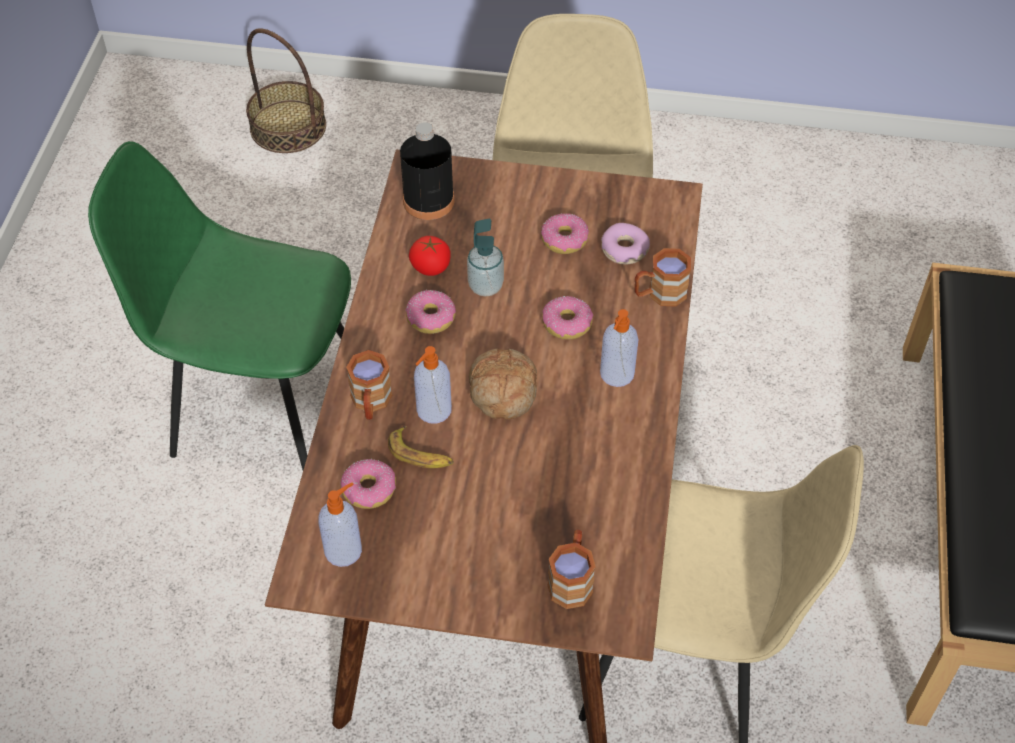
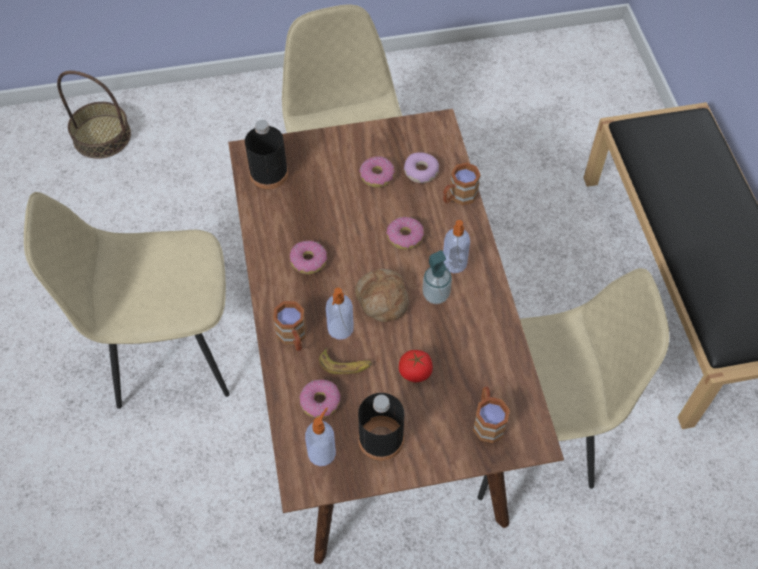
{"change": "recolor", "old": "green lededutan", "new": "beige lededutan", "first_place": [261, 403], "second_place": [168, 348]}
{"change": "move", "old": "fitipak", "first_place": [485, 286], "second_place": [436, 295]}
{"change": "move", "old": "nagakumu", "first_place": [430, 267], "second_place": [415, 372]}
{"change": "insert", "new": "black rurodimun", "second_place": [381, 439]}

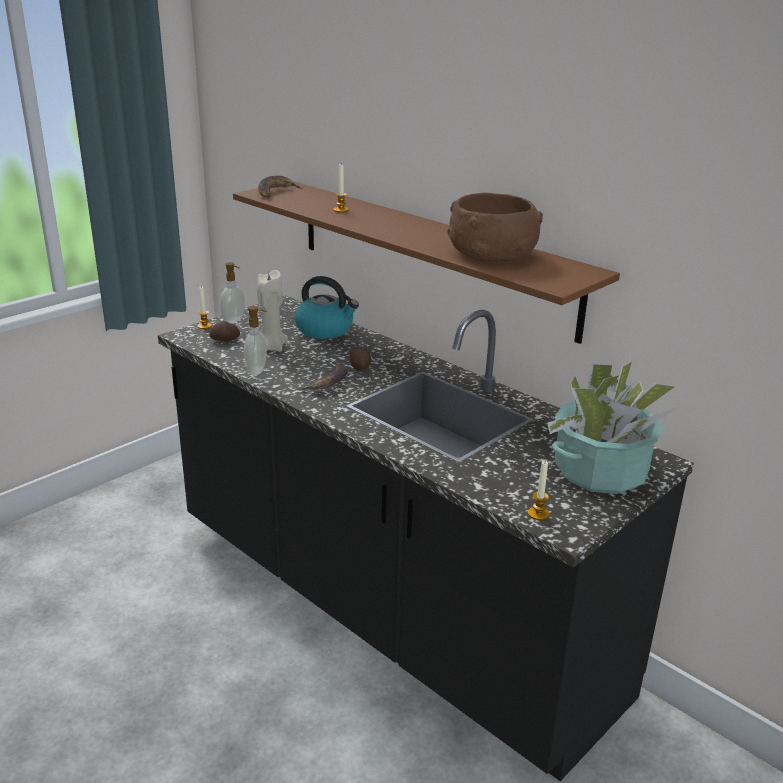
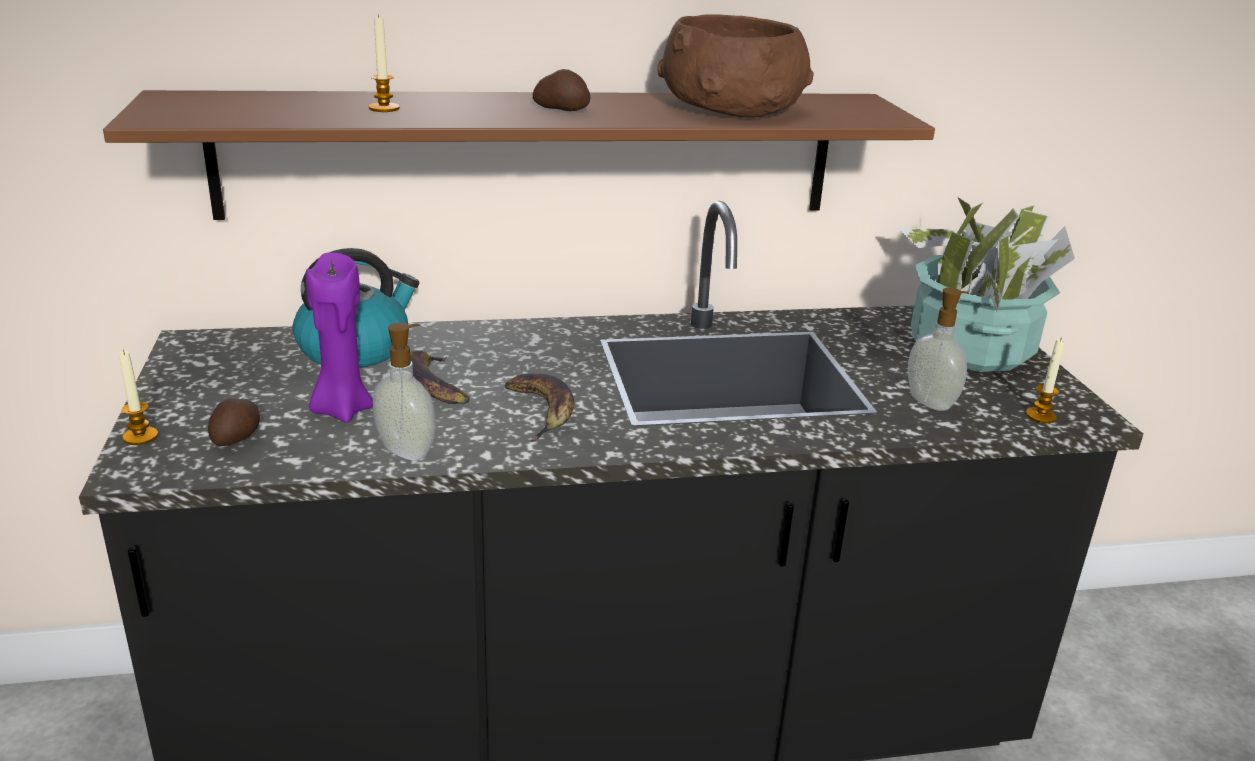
{"change": "move", "old": "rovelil", "first_place": [276, 192], "second_place": [434, 385]}
{"change": "move", "old": "fitipak", "first_place": [234, 320], "second_place": [931, 402]}
{"change": "recolor", "old": "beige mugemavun", "new": "purple mugemavun", "first_place": [271, 347], "second_place": [342, 410]}
{"change": "move", "old": "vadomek", "first_place": [360, 366], "second_place": [562, 109]}

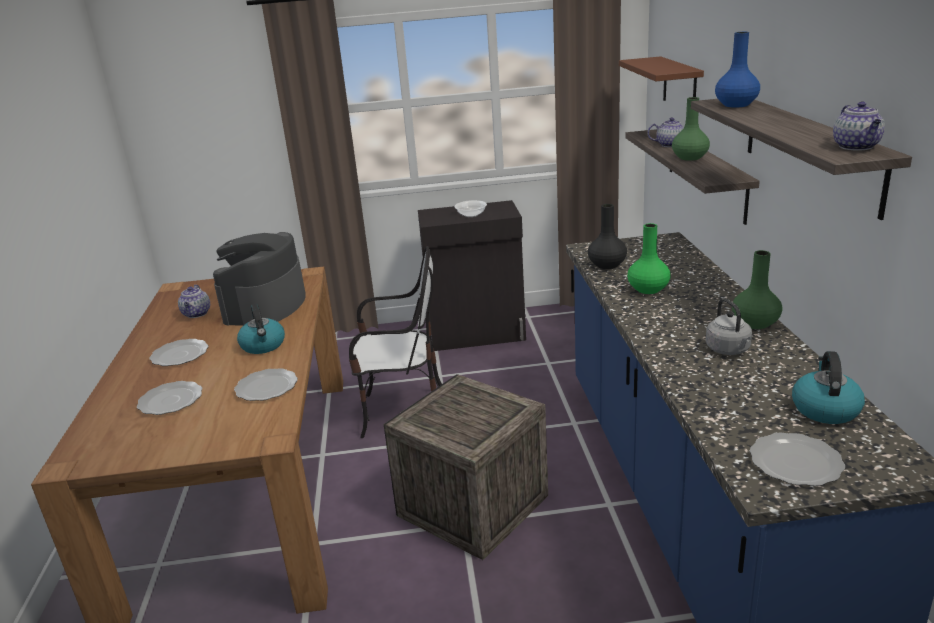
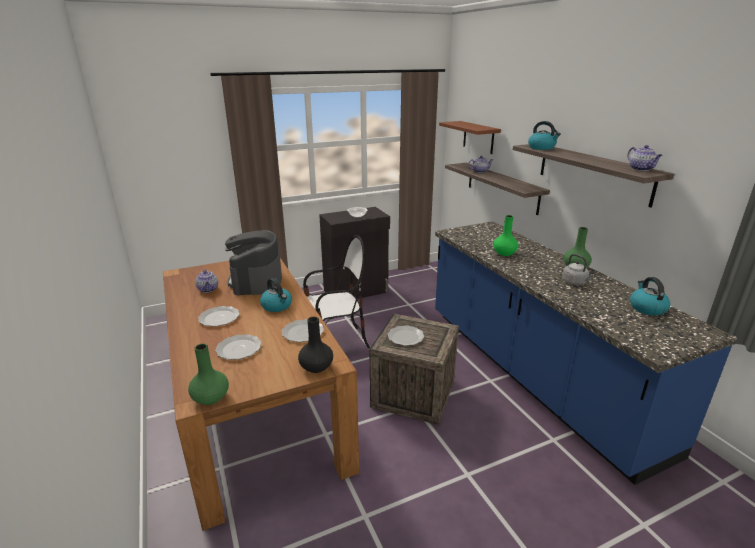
{"change": "replace", "old": "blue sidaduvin", "new": "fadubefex", "first_place": [736, 105], "second_place": [542, 148]}
{"change": "move", "old": "green sidaduvin", "first_place": [689, 158], "second_place": [210, 397]}
{"change": "move", "old": "black sidaduvin", "first_place": [606, 265], "second_place": [316, 367]}
{"change": "move", "old": "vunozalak", "first_place": [794, 463], "second_place": [405, 337]}

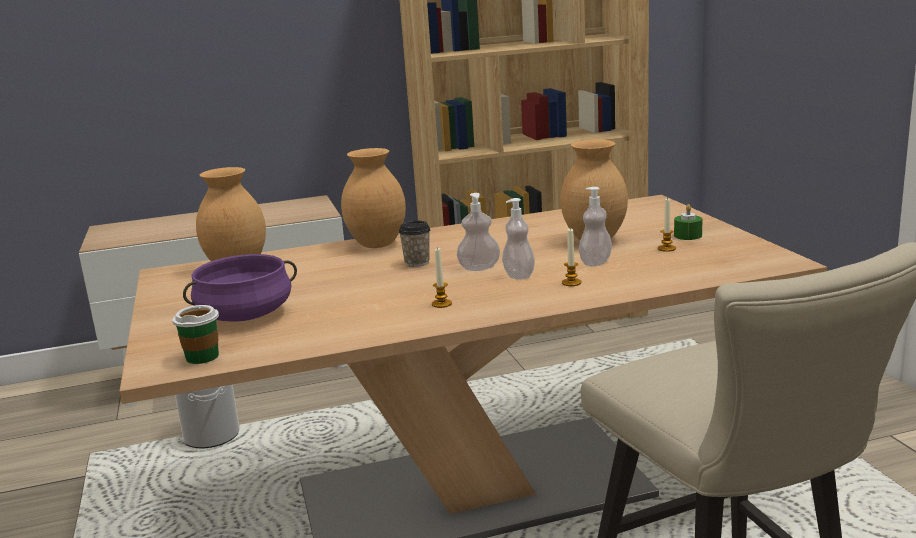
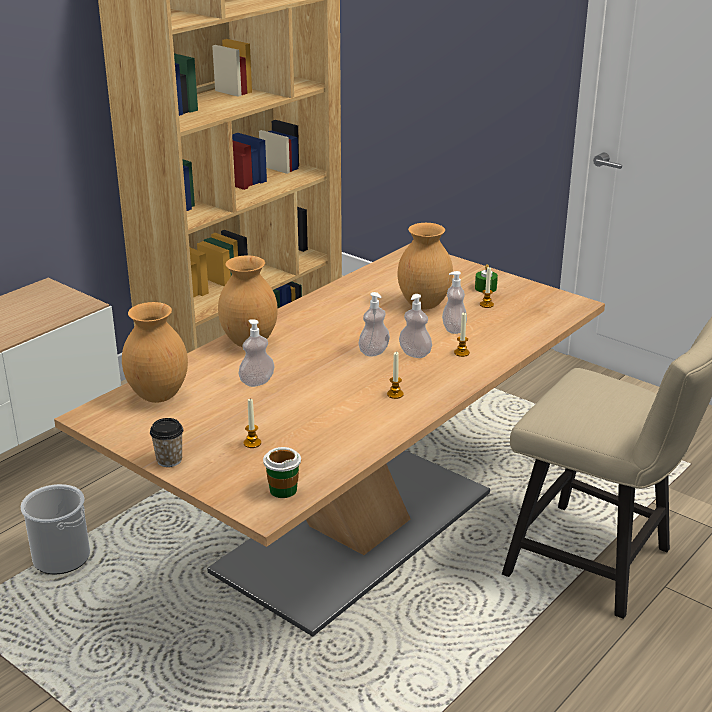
{"change": "move", "old": "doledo", "first_place": [417, 262], "second_place": [169, 460]}
{"change": "replace", "old": "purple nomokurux", "new": "mugemavun", "first_place": [245, 315], "second_place": [252, 443]}
{"change": "insert", "new": "fitipak", "second_place": [257, 382]}

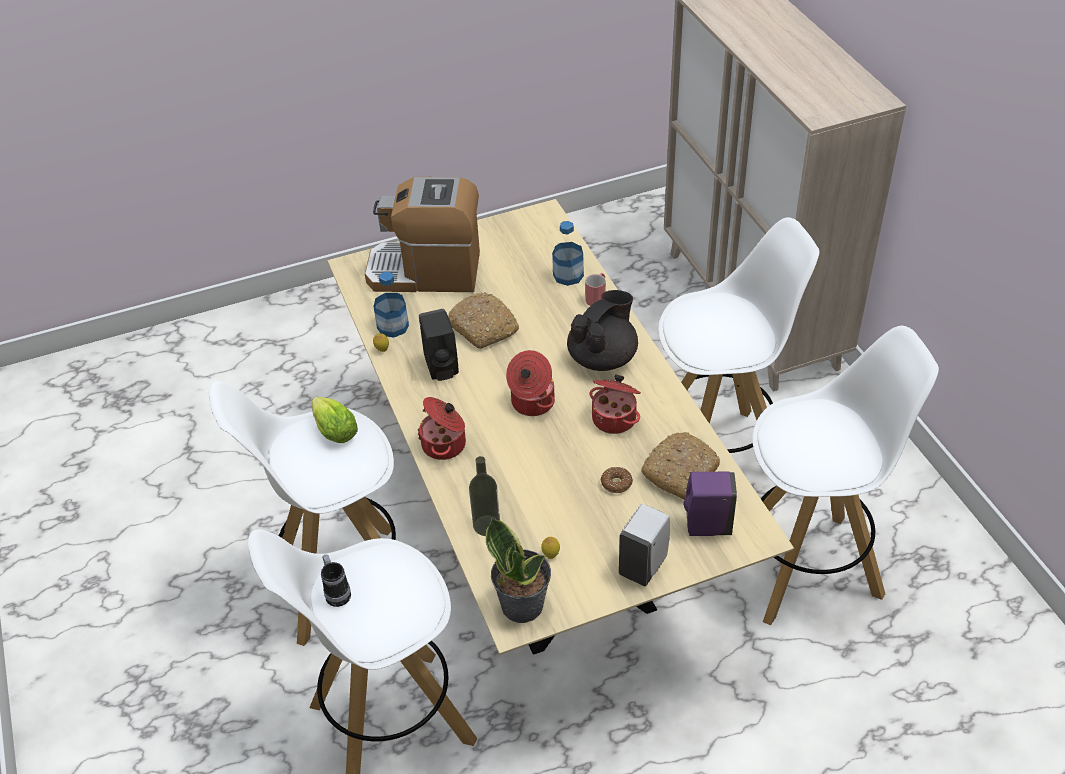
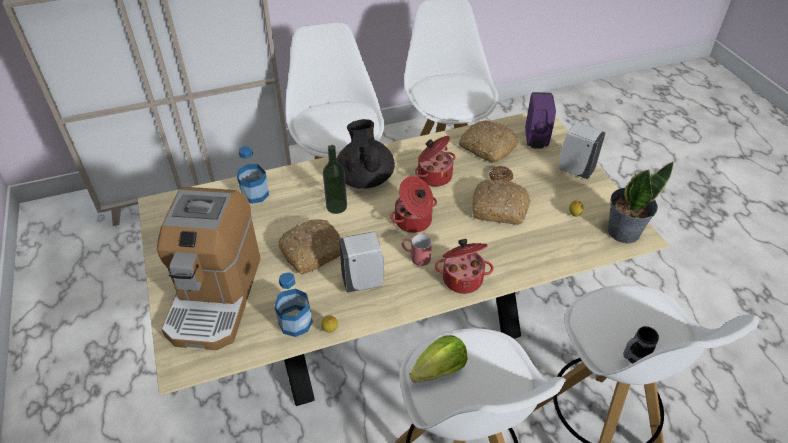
{"change": "move", "old": "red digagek", "first_place": [597, 296], "second_place": [415, 257]}
{"change": "rotate", "old": "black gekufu", "first_place": [603, 357], "second_place": [365, 178], "degrees": 45}
{"change": "recolor", "old": "black fitipak", "new": "white fitipak", "first_place": [441, 368], "second_place": [364, 282]}
{"change": "move", "old": "rurodimun", "first_place": [486, 525], "second_place": [336, 206]}
{"change": "insert", "new": "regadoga", "second_place": [500, 208]}

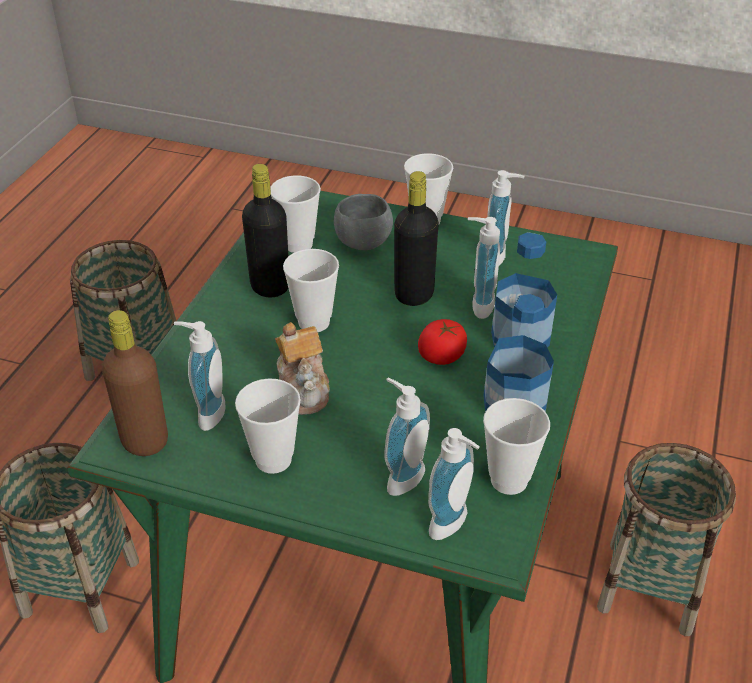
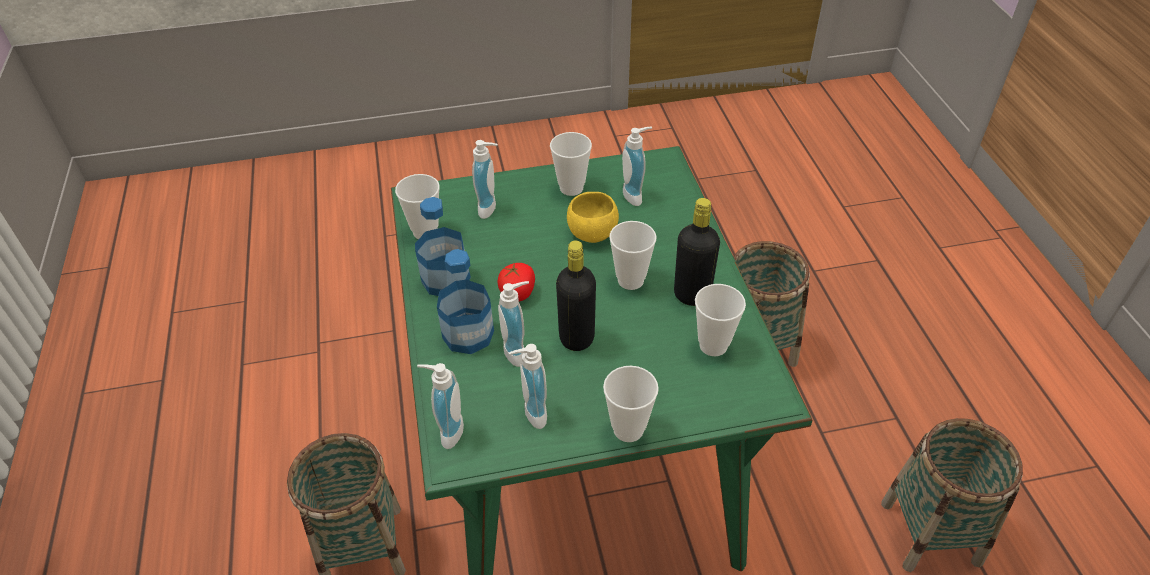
{"change": "delete", "old": "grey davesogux", "first_place": [363, 242]}
{"change": "delete", "old": "brown rurodimun", "first_place": [145, 441]}
{"change": "replace", "old": "gekufu", "new": "yellow davesogux", "first_place": [304, 388], "second_place": [592, 233]}
{"change": "move", "old": "fitipak", "first_place": [453, 526], "second_place": [447, 431]}

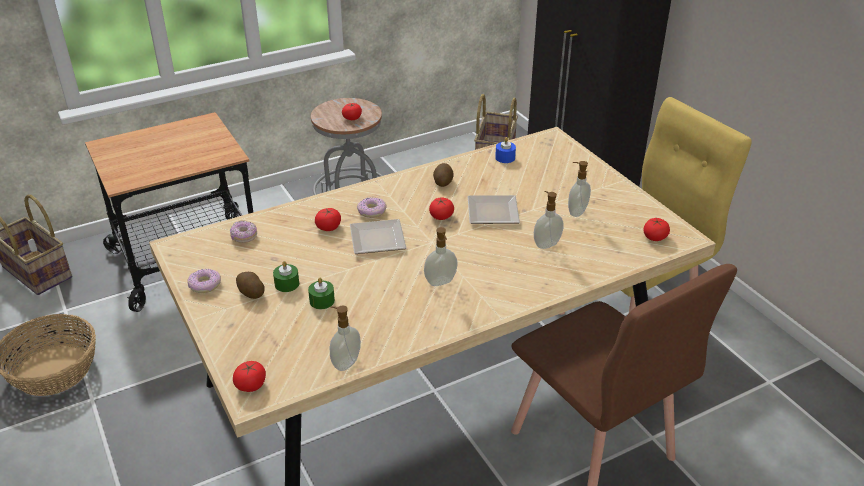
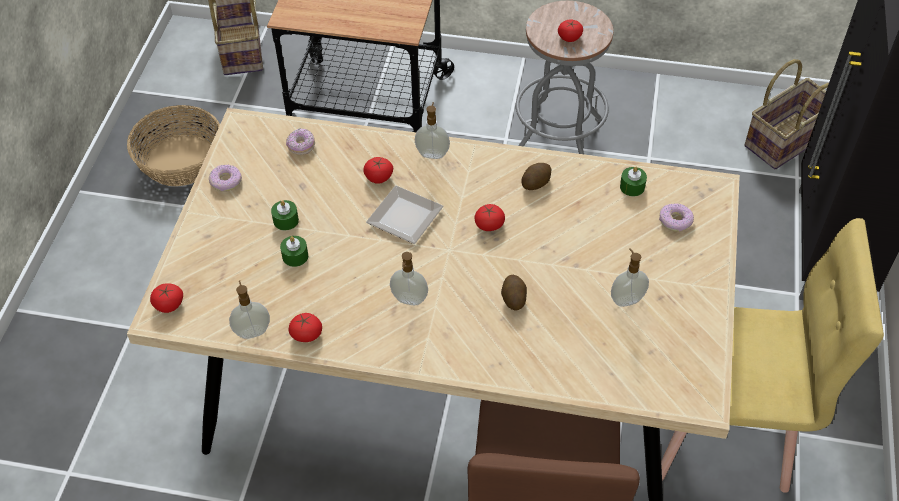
{"change": "recolor", "old": "blue mugemavun", "new": "green mugemavun", "first_place": [505, 158], "second_place": [632, 187]}
{"change": "move", "old": "fitipak", "first_place": [546, 244], "second_place": [432, 154]}
{"change": "delete", "old": "vunozalak", "first_place": [491, 212]}
{"change": "move", "old": "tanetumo", "first_place": [372, 211], "second_place": [675, 221]}
{"change": "move", "old": "nagakumu", "first_place": [654, 237], "second_place": [306, 334]}
{"change": "move", "old": "vadomek", "first_place": [251, 293], "second_place": [513, 298]}

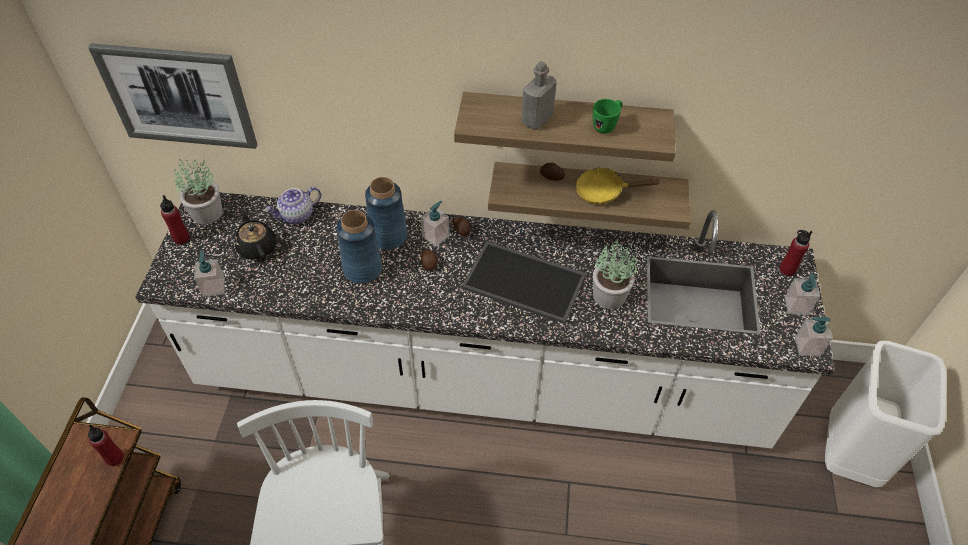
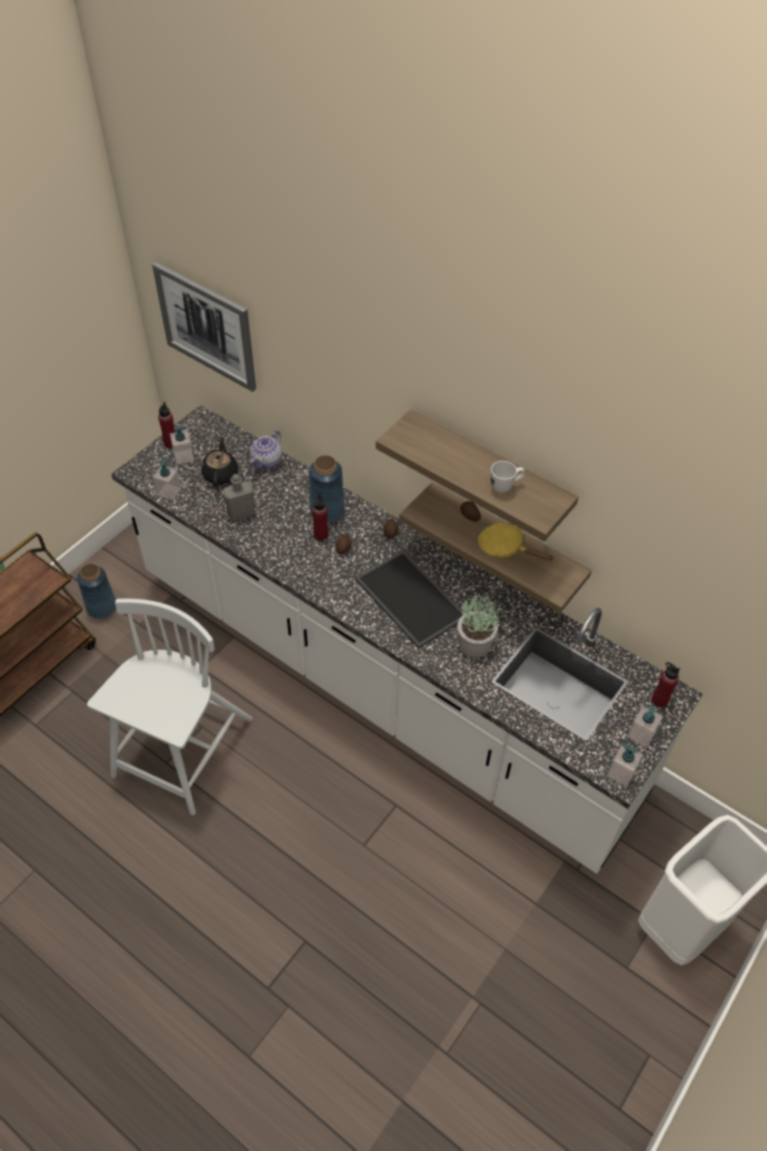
{"change": "move", "old": "grey rurodimun", "first_place": [537, 120], "second_place": [241, 513]}
{"change": "recolor", "old": "green digagek", "new": "white digagek", "first_place": [606, 126], "second_place": [505, 487]}
{"change": "delete", "old": "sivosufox", "first_place": [207, 212]}
{"change": "rotate", "old": "gekufu", "first_place": [297, 216], "second_place": [267, 462], "degrees": -60}
{"change": "move", "old": "fitipak", "first_place": [436, 236], "second_place": [184, 456]}
{"change": "move", "old": "blue sidaduvin", "first_place": [363, 269], "second_place": [102, 607]}
{"change": "move", "old": "red rurodimun", "first_place": [115, 458], "second_place": [321, 535]}

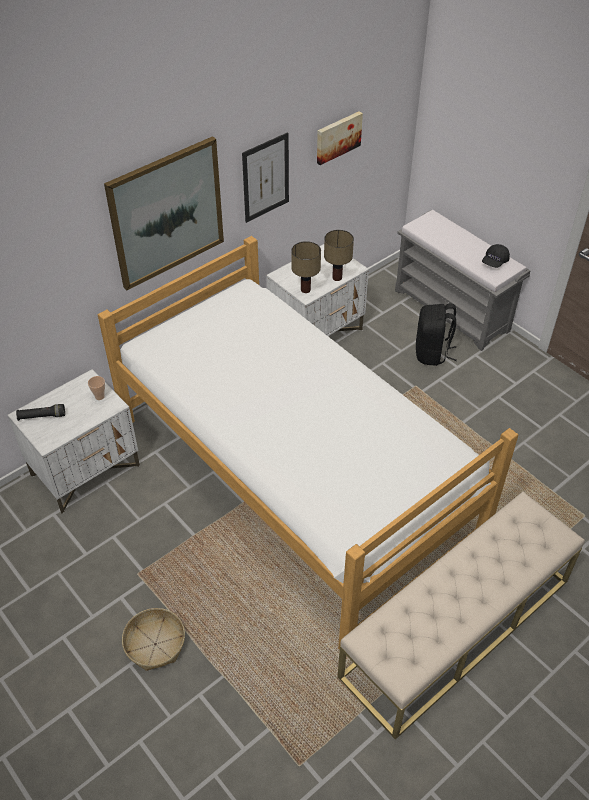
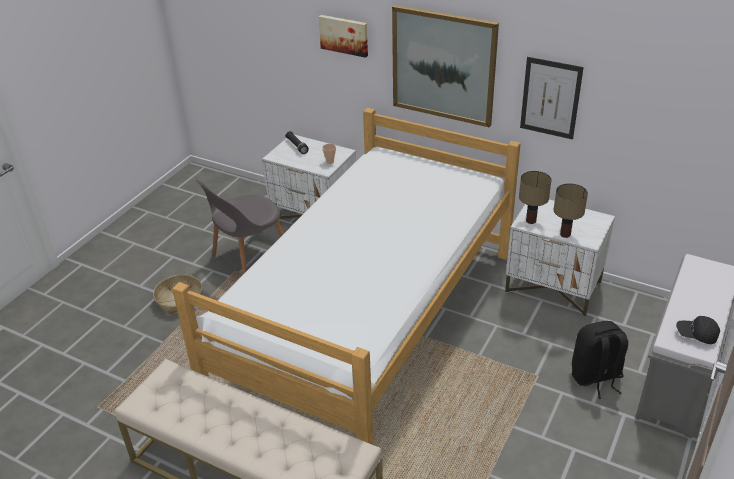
{"change": "move", "old": "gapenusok", "first_place": [337, 137], "second_place": [344, 35]}
{"change": "insert", "new": "grey lededutan", "second_place": [249, 256]}

